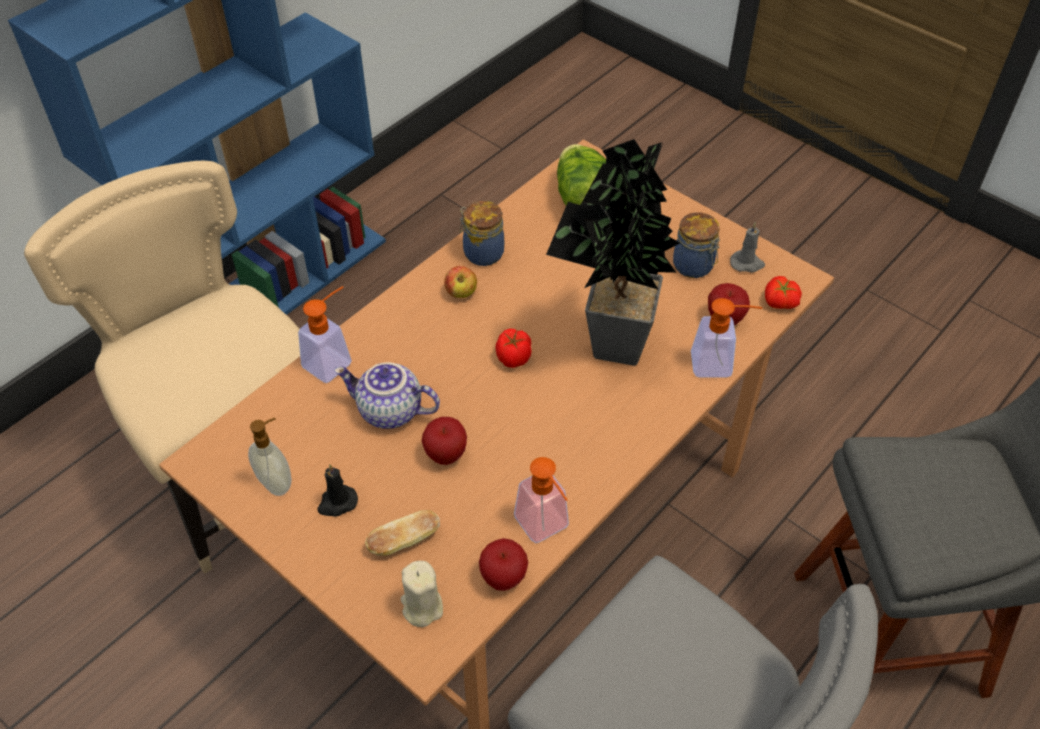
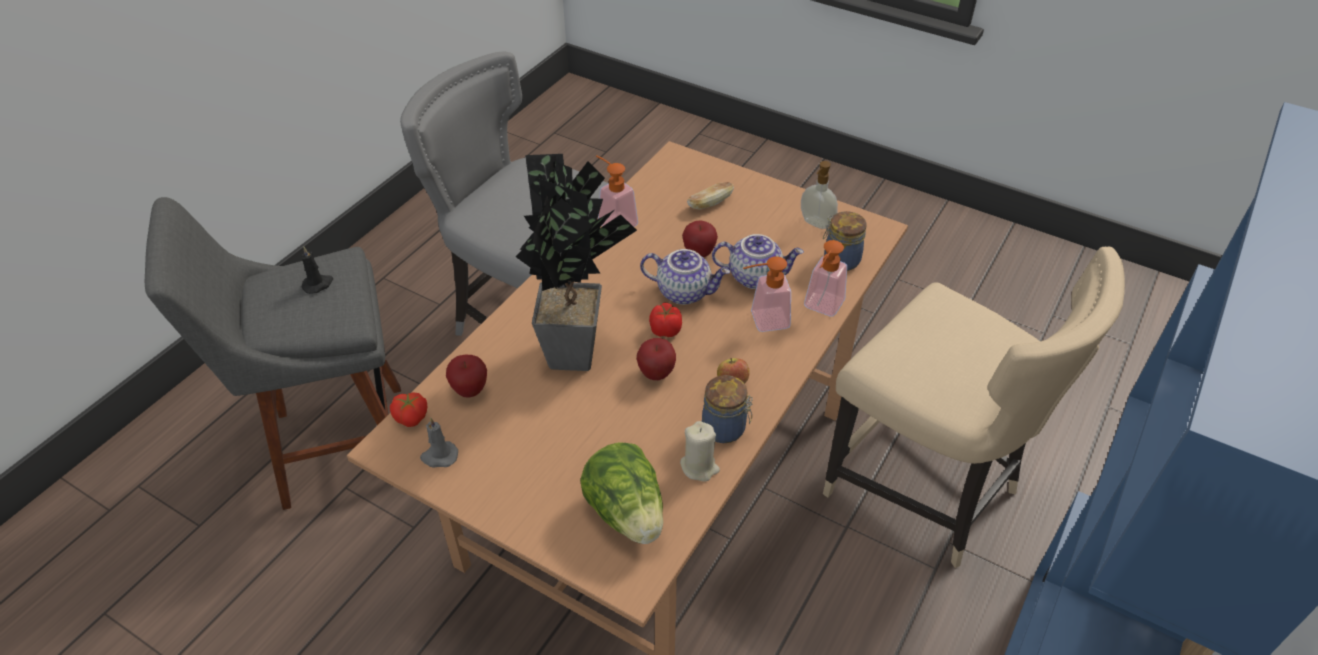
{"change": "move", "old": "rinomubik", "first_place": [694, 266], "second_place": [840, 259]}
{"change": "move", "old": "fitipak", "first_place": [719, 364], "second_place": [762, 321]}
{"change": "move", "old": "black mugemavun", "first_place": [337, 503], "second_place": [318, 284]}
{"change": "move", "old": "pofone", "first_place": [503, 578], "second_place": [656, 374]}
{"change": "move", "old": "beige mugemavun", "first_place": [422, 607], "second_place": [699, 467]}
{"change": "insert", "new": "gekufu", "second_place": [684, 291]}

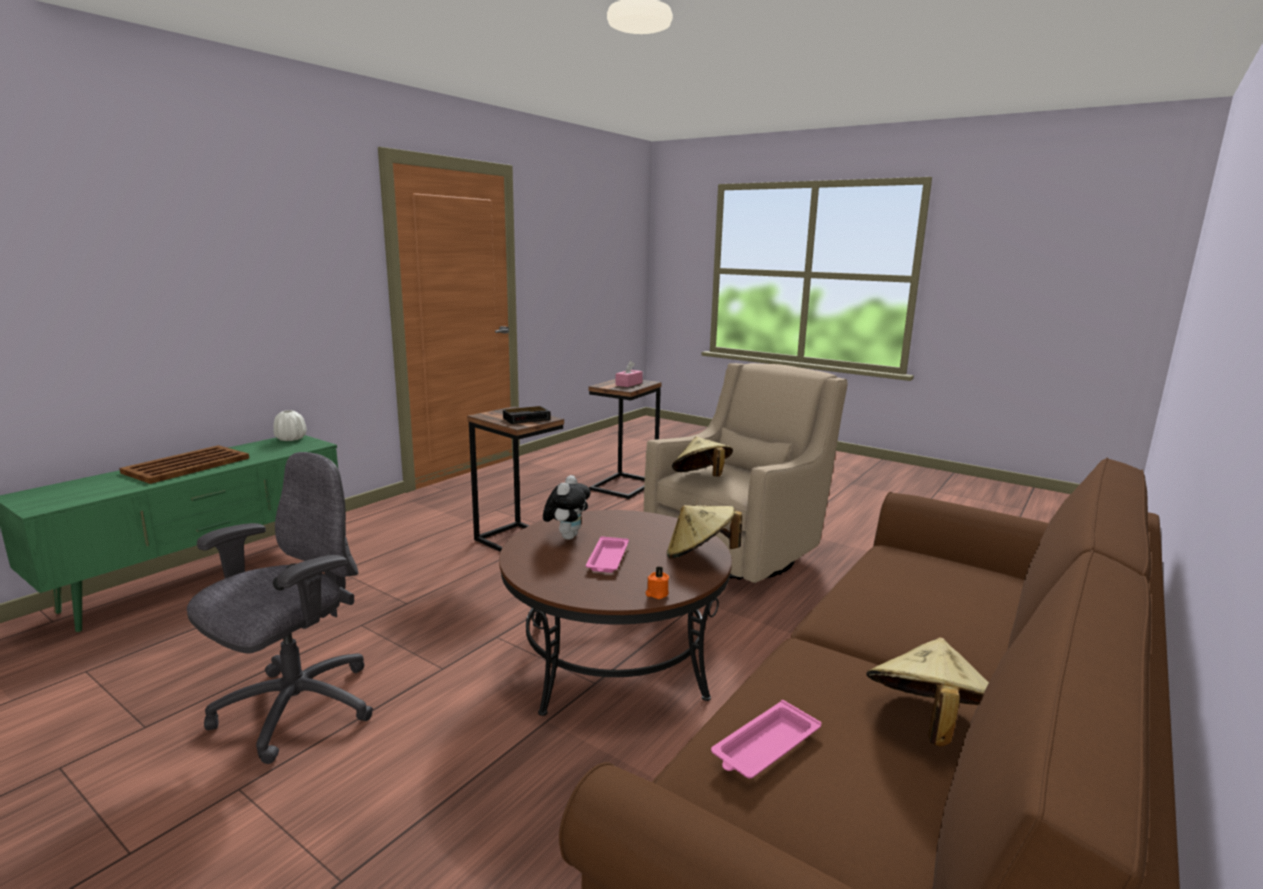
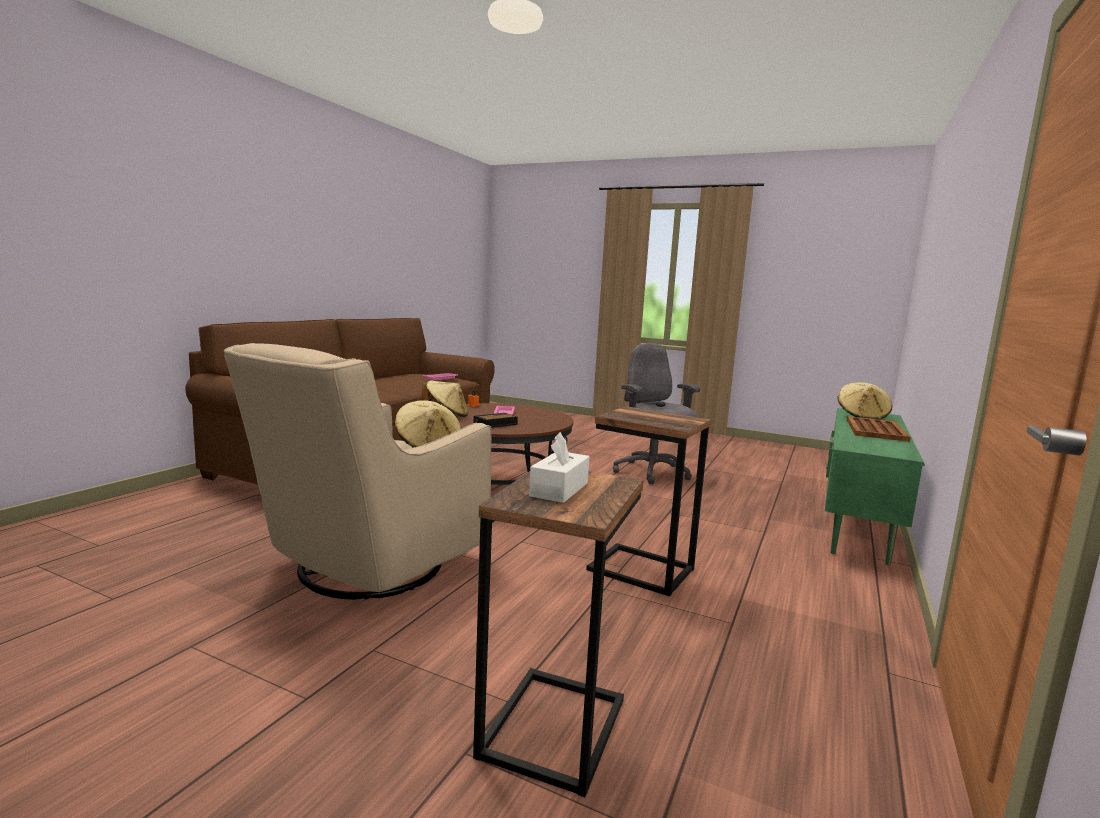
{"change": "recolor", "old": "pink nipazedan", "new": "white nipazedan", "first_place": [629, 384], "second_place": [559, 489]}
{"change": "move", "old": "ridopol", "first_place": [527, 419], "second_place": [494, 424]}
{"change": "delete", "old": "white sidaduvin", "first_place": [291, 439]}
{"change": "rotate", "old": "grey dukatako", "first_place": [294, 709], "second_place": [651, 473], "degrees": 135}
{"change": "delete", "old": "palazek", "first_place": [567, 536]}
{"change": "move", "old": "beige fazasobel", "first_place": [929, 725], "second_place": [862, 416]}

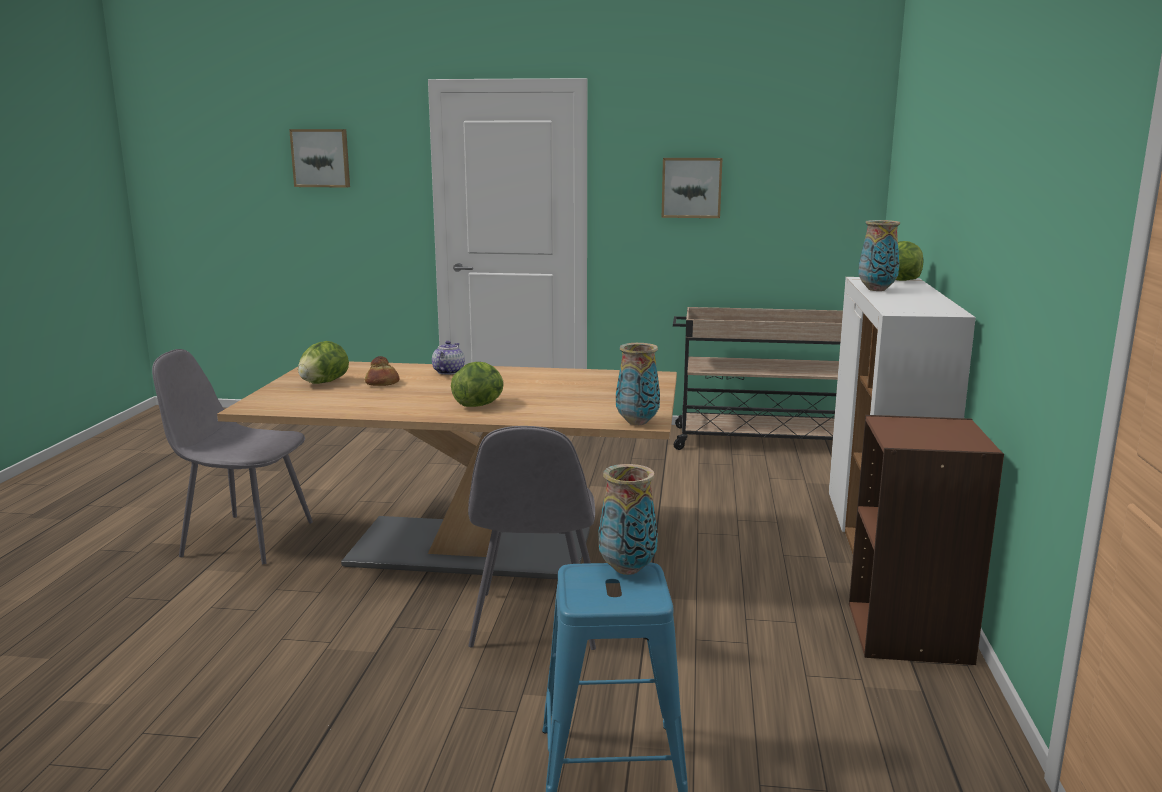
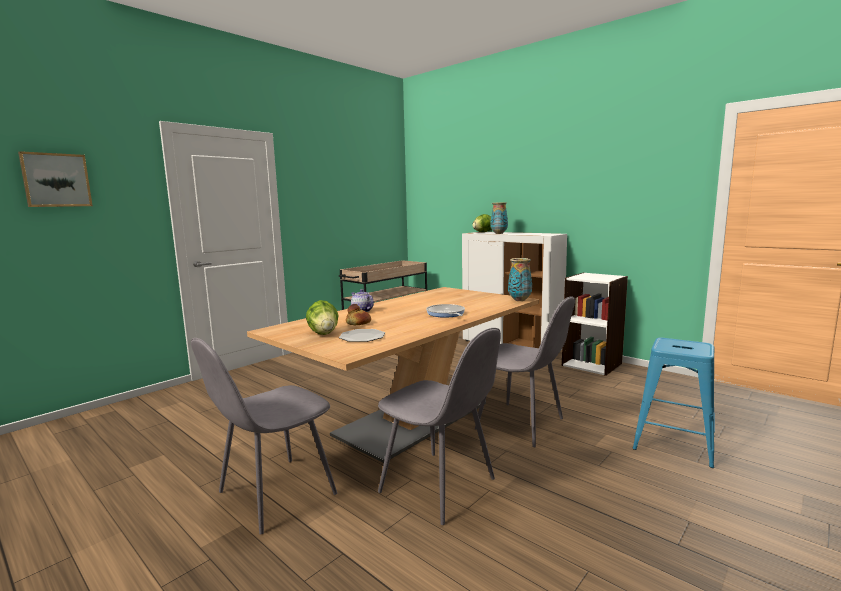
{"change": "delete", "old": "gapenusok", "first_place": [691, 187]}
{"change": "replace", "old": "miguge", "new": "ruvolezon", "first_place": [480, 405], "second_place": [446, 314]}
{"change": "recolor", "old": "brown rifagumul", "new": "white rifagumul", "first_place": [910, 633], "second_place": [592, 364]}
{"change": "delete", "old": "sidaduvin", "first_place": [627, 569]}
{"change": "insert", "new": "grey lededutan", "second_place": [440, 487]}
{"change": "insert", "new": "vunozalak", "second_place": [362, 337]}

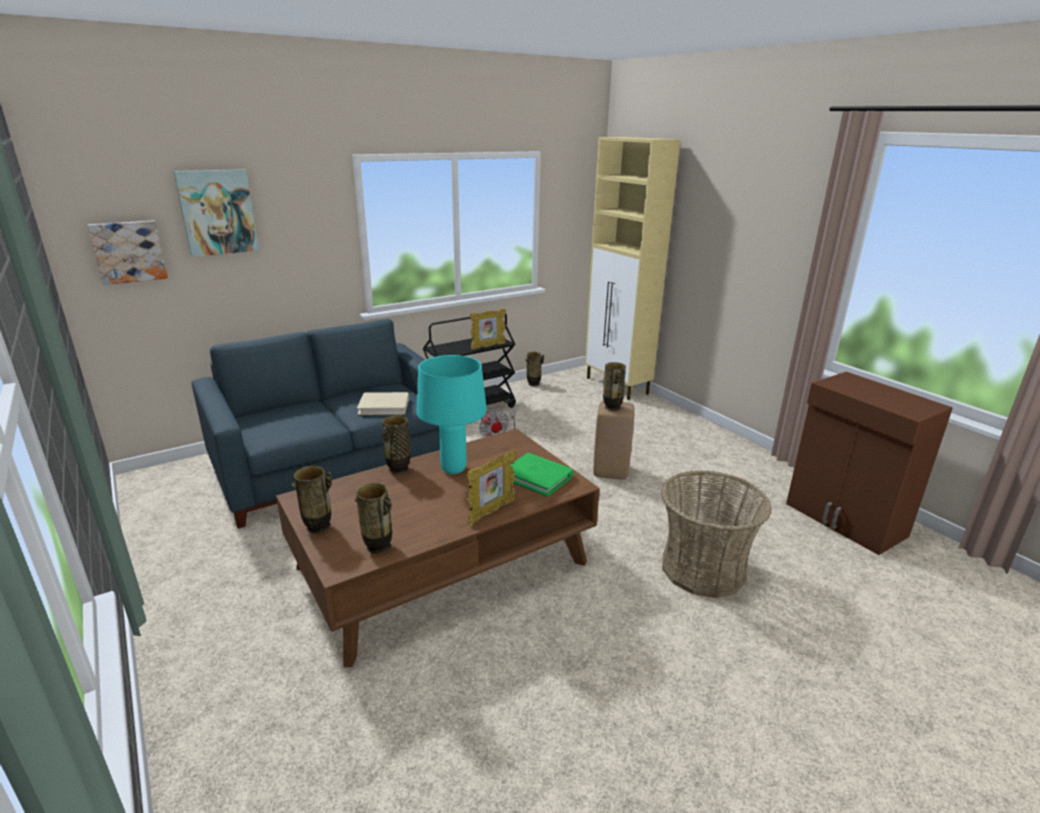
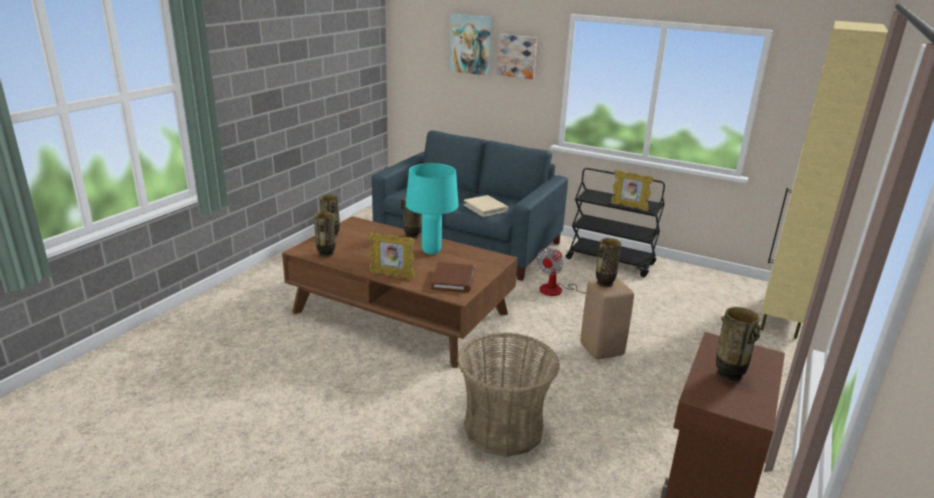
{"change": "move", "old": "gapenusok", "first_place": [128, 251], "second_place": [517, 56]}
{"change": "move", "old": "sidaduvin", "first_place": [533, 384], "second_place": [729, 375]}
{"change": "recolor", "old": "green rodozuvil", "new": "brown rodozuvil", "first_place": [537, 477], "second_place": [453, 280]}

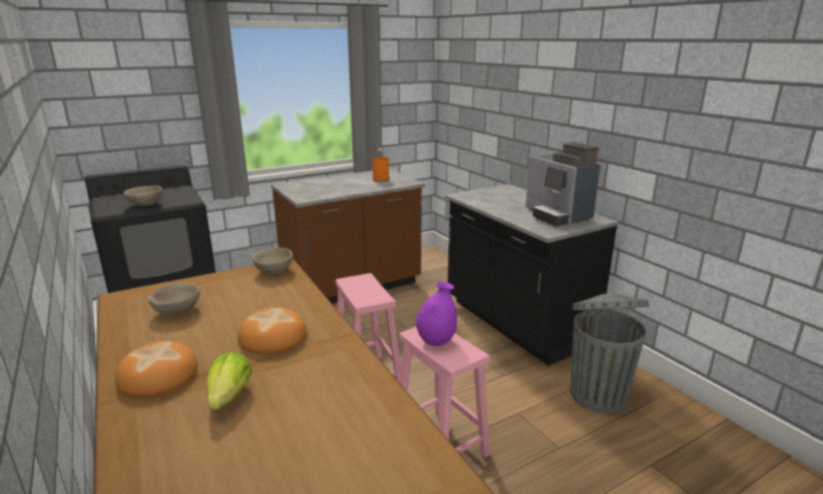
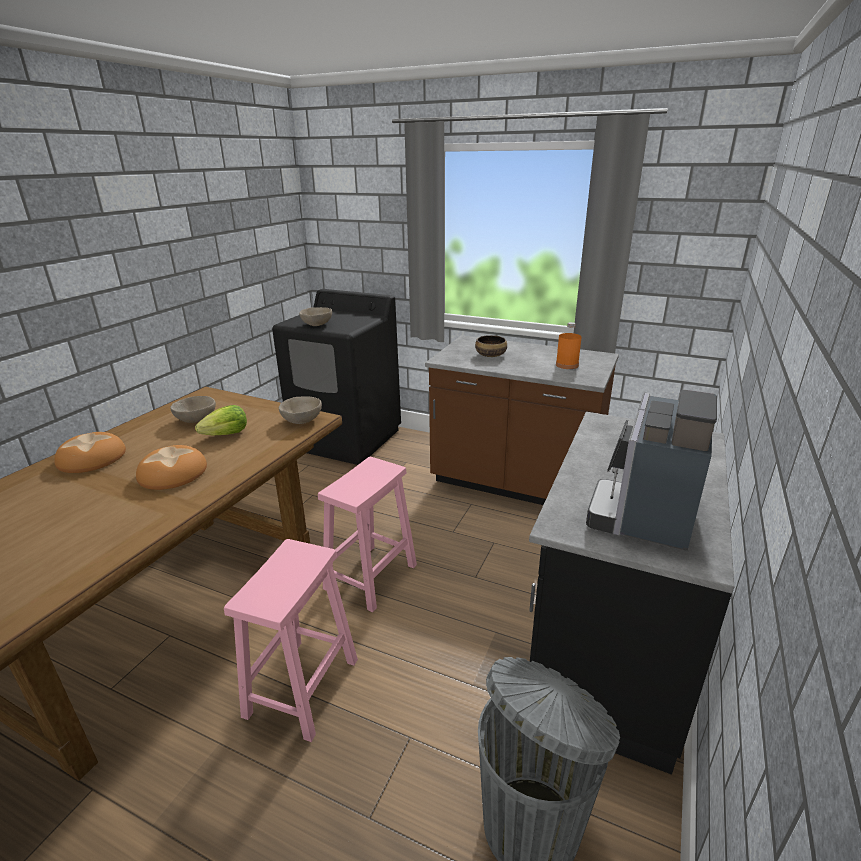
{"change": "delete", "old": "purple sidaduvin", "first_place": [436, 341]}
{"change": "move", "old": "miguge", "first_place": [230, 396], "second_place": [227, 435]}
{"change": "insert", "new": "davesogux", "second_place": [491, 355]}

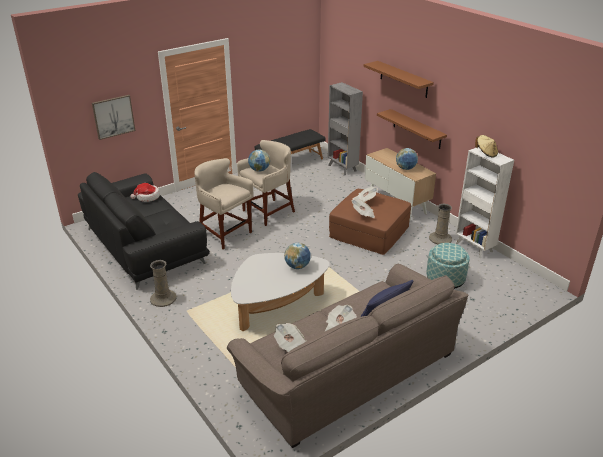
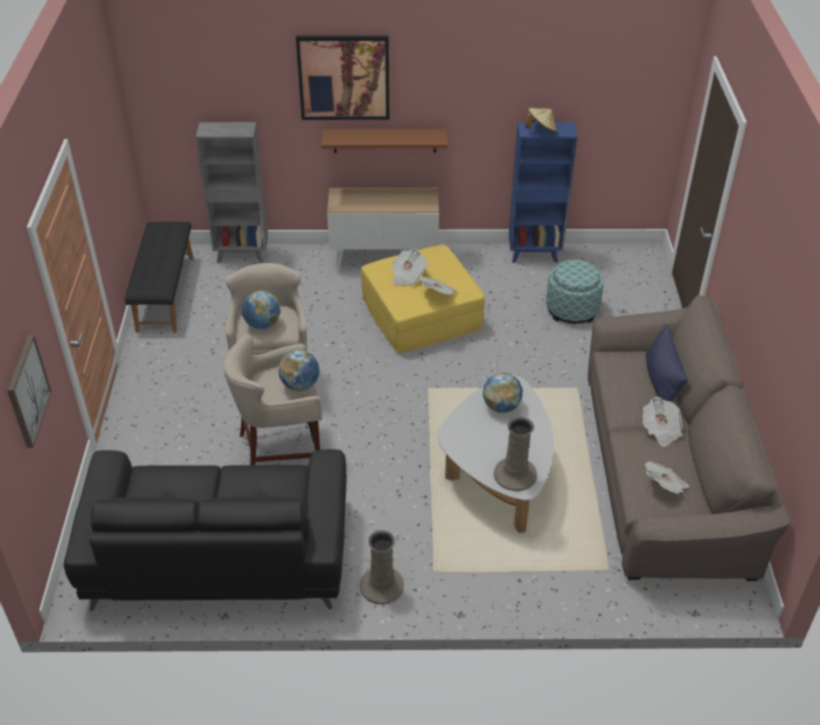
{"change": "replace", "old": "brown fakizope", "new": "gapenusok", "first_place": [403, 79], "second_place": [344, 77]}
{"change": "move", "old": "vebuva", "first_place": [406, 168], "second_place": [300, 385]}
{"change": "recolor", "old": "white rifagumul", "new": "blue rifagumul", "first_place": [474, 247], "second_place": [535, 254]}
{"change": "delete", "old": "fazasobel", "first_place": [147, 197]}
{"change": "recolor", "old": "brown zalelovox", "new": "yellow zalelovox", "first_place": [369, 232], "second_place": [421, 314]}
{"change": "move", "old": "beige sidaduvin", "first_place": [440, 238], "second_place": [515, 474]}

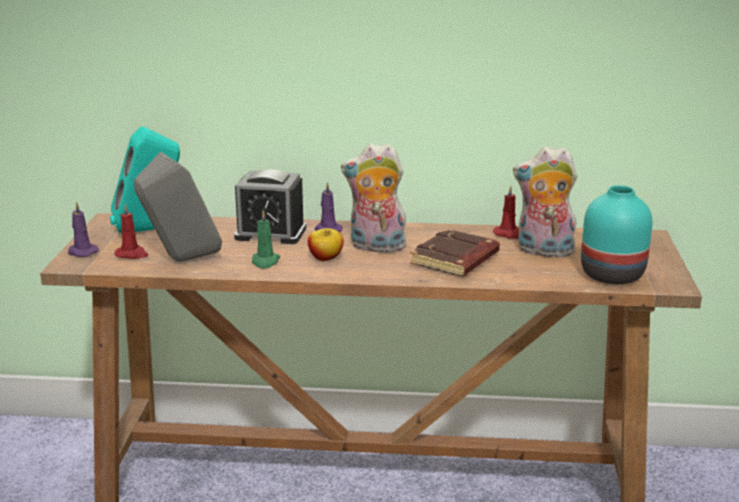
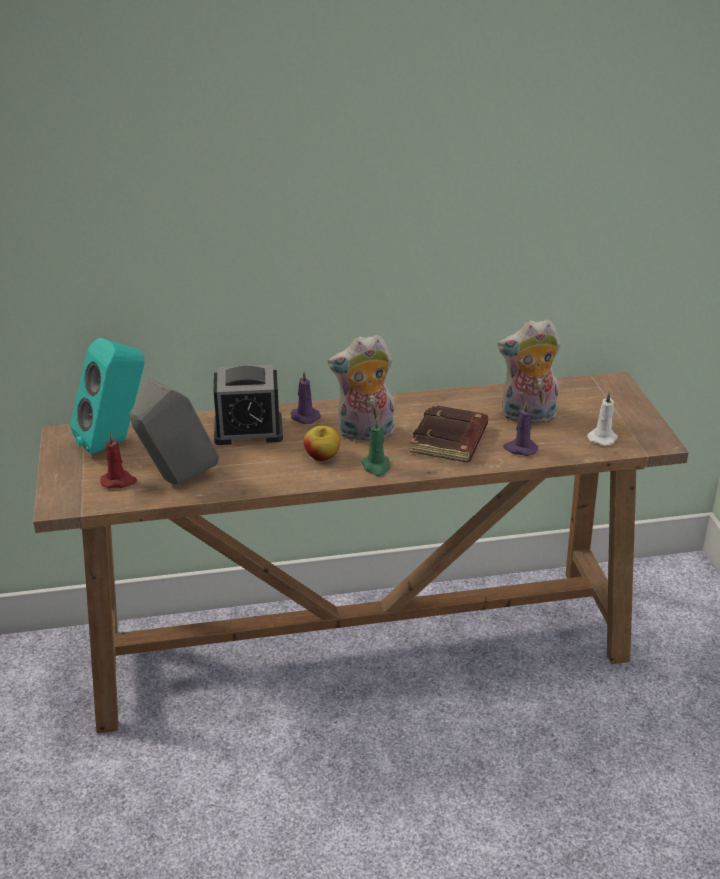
{"change": "replace", "old": "turquoise sidaduvin", "new": "white mugemavun", "first_place": [614, 275], "second_place": [603, 438]}
{"change": "delete", "old": "red mugemavun", "first_place": [509, 234]}
{"change": "move", "old": "purple mugemavun", "first_place": [81, 252], "second_place": [520, 449]}
{"change": "move", "old": "green mugemavun", "first_place": [265, 262], "second_place": [376, 466]}

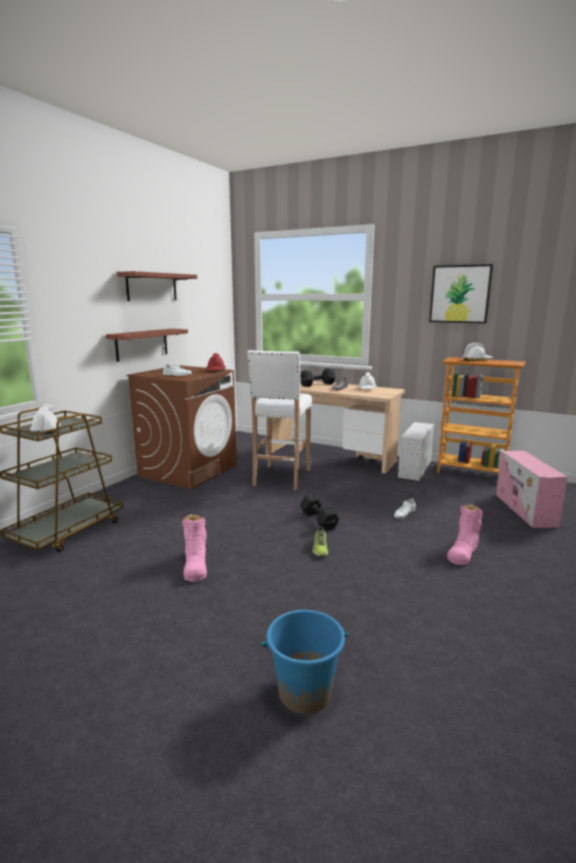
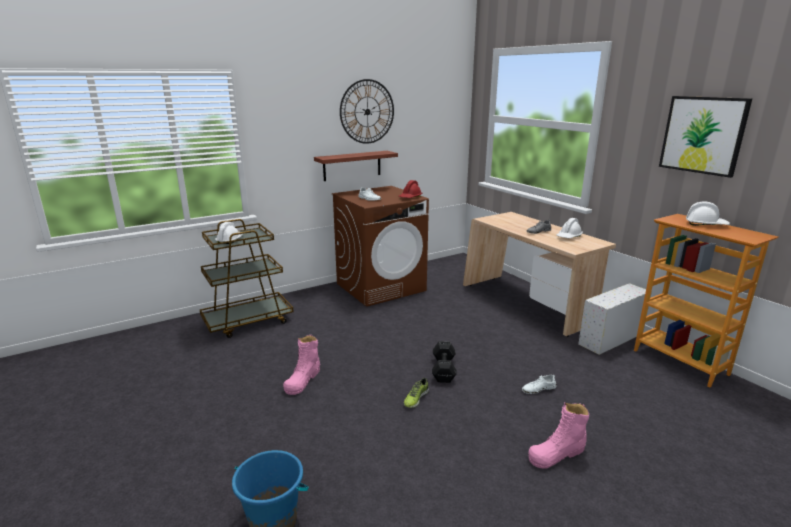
{"change": "replace", "old": "fakizope", "new": "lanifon", "first_place": [152, 287], "second_place": [367, 112]}
{"change": "delete", "old": "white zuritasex", "first_place": [281, 478]}
{"change": "delete", "old": "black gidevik", "first_place": [318, 384]}
{"change": "delete", "old": "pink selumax", "first_place": [525, 510]}

